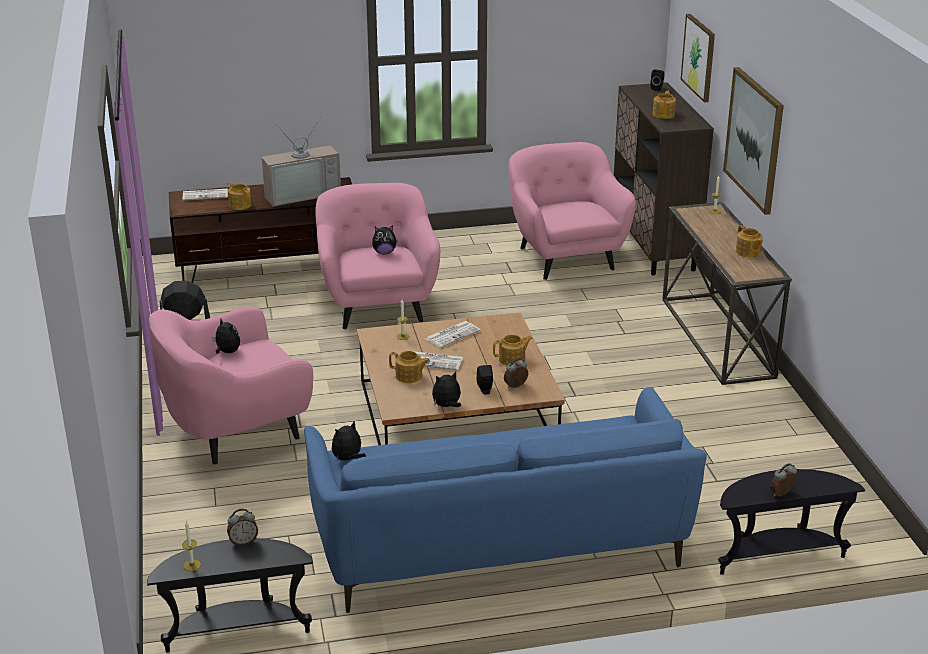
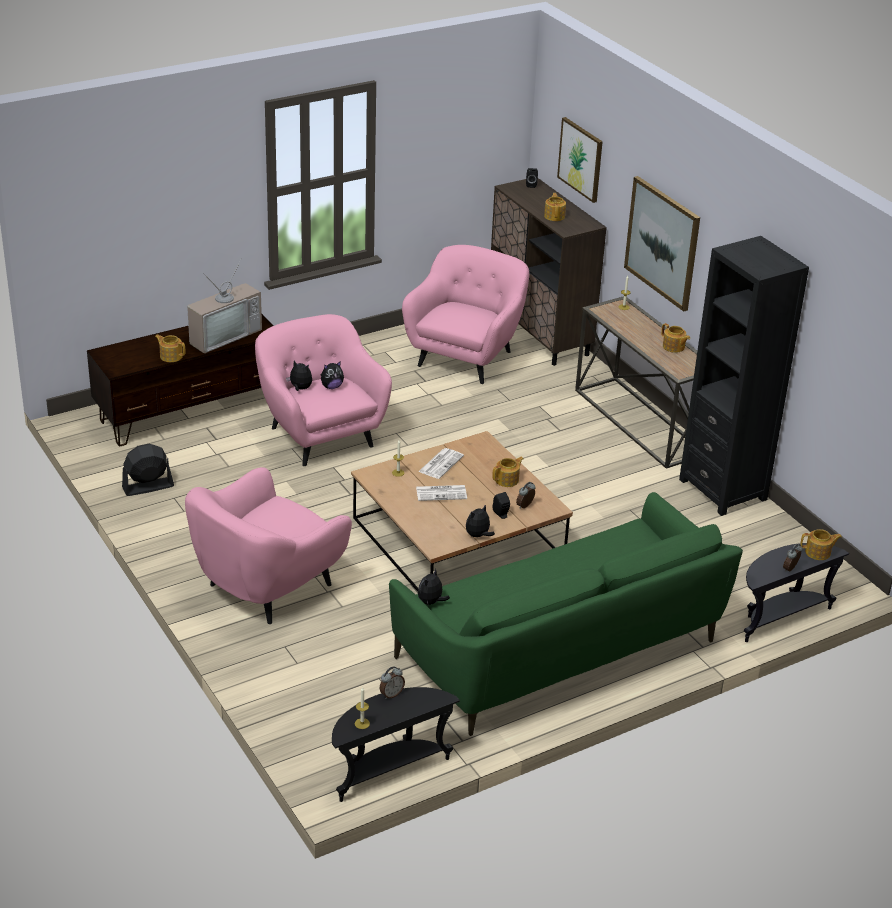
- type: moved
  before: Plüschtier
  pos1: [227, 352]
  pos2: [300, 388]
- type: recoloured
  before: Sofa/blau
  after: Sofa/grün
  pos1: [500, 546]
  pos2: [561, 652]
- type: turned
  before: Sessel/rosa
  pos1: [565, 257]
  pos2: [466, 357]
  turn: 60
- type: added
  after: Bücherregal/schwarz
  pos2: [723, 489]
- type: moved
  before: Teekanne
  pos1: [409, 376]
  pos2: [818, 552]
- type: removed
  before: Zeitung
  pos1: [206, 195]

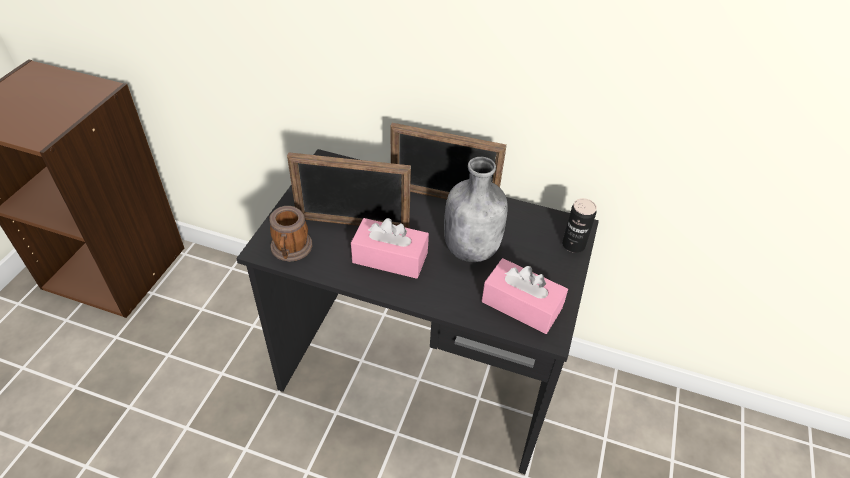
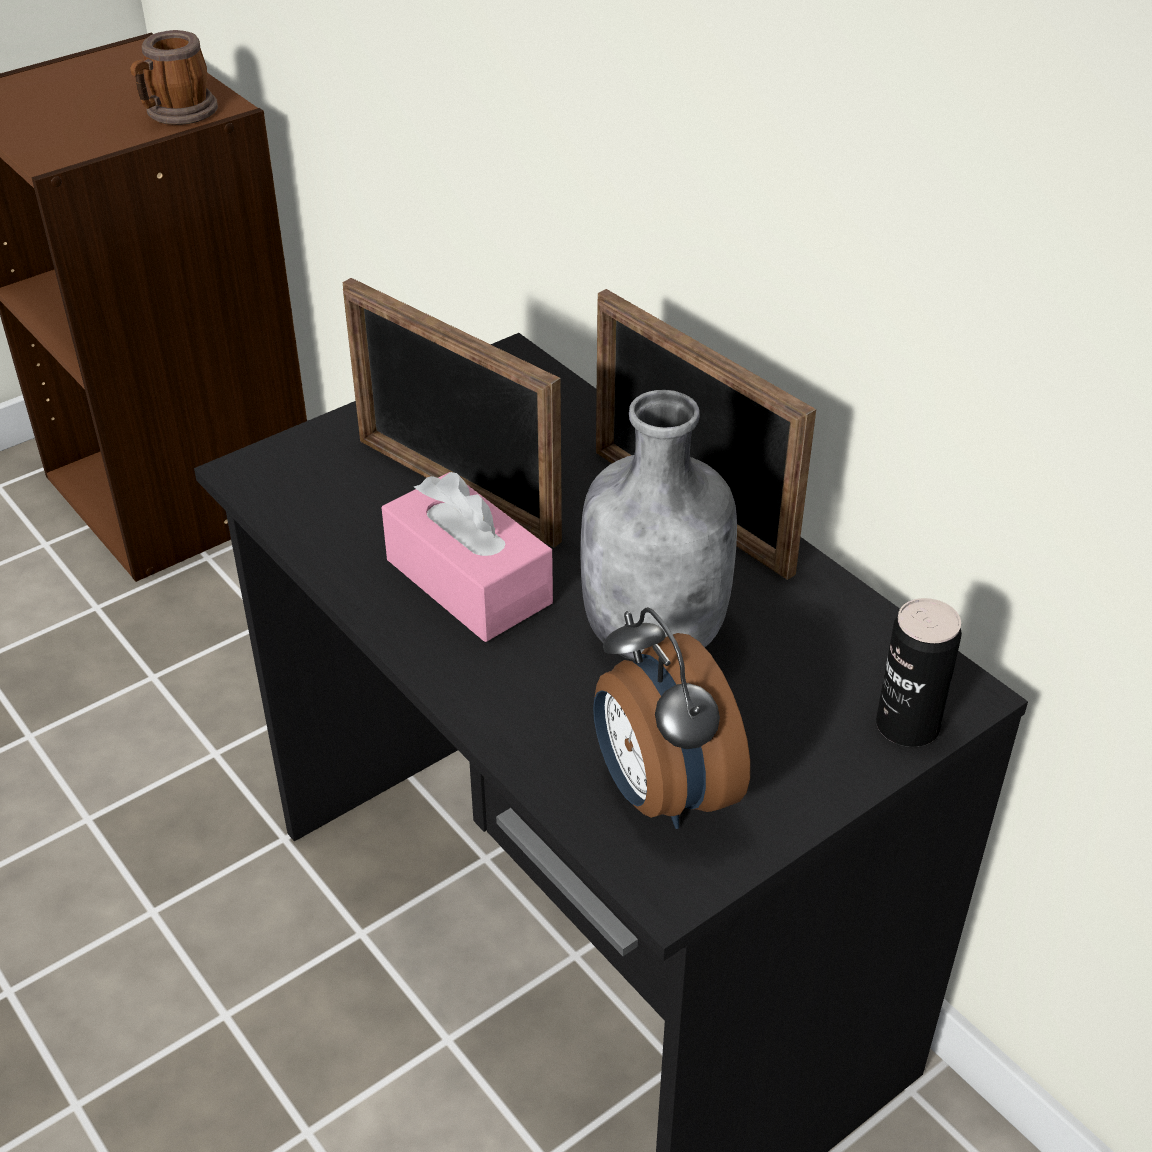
- type: moved
  before: Henkelbecher
  pos1: [291, 250]
  pos2: [176, 113]
- type: replaced
  before: Taschentuchbox/rosa
  after: Wecker
  pos1: [521, 305]
  pos2: [660, 793]

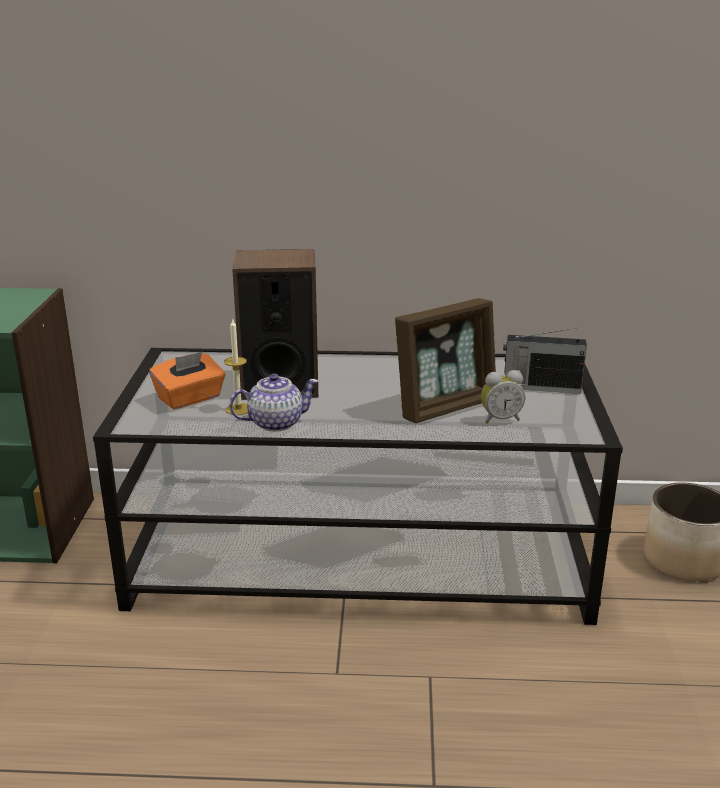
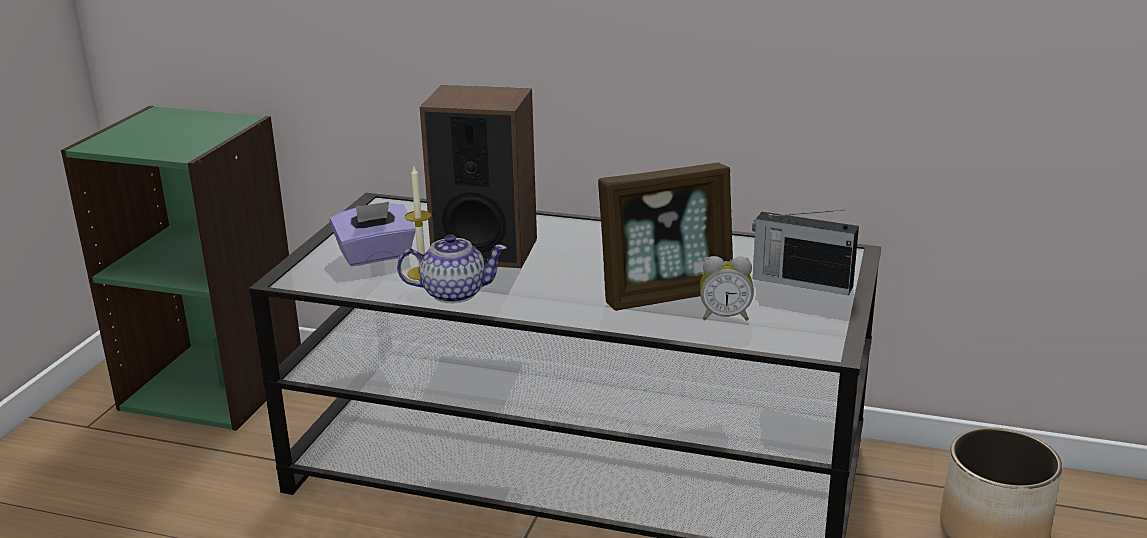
- type: recoloured
  before: Taschentuchbox/orange
  after: Taschentuchbox/lila
  pos1: [190, 398]
  pos2: [376, 255]

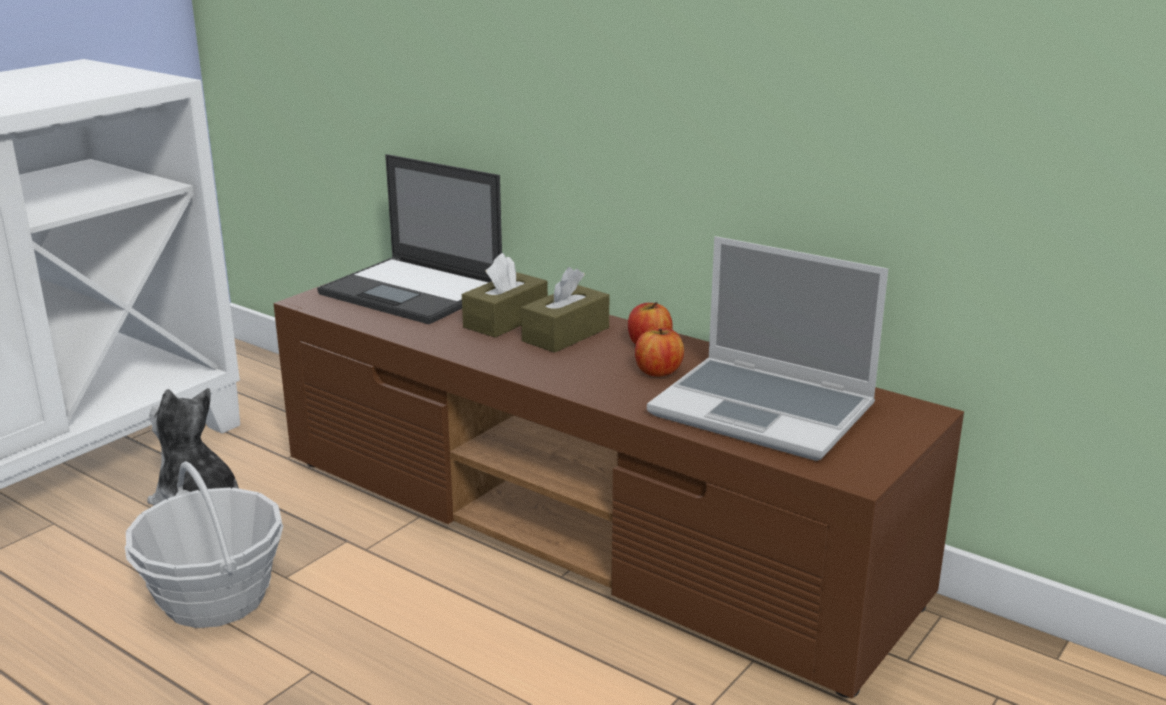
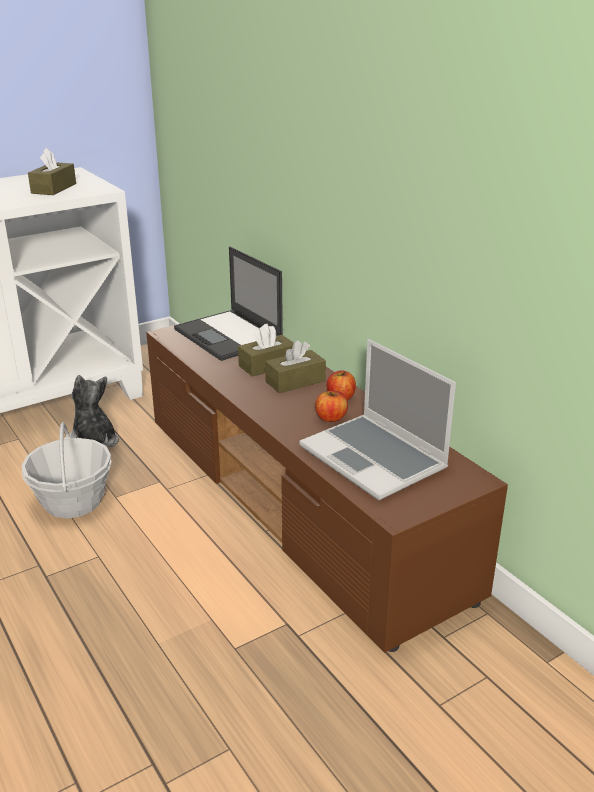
- type: added
  after: Taschentuchbox/braun
  pos2: [54, 188]

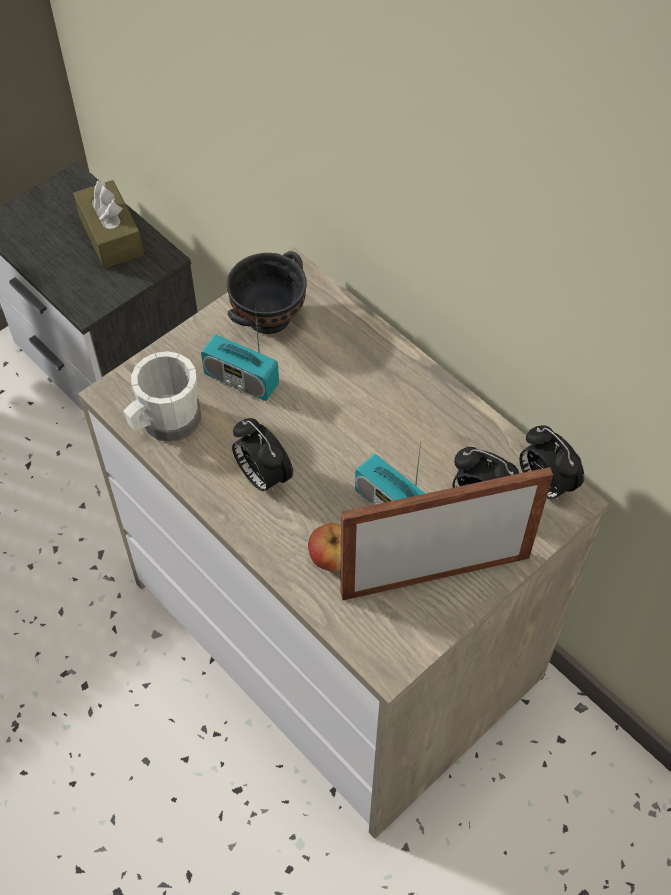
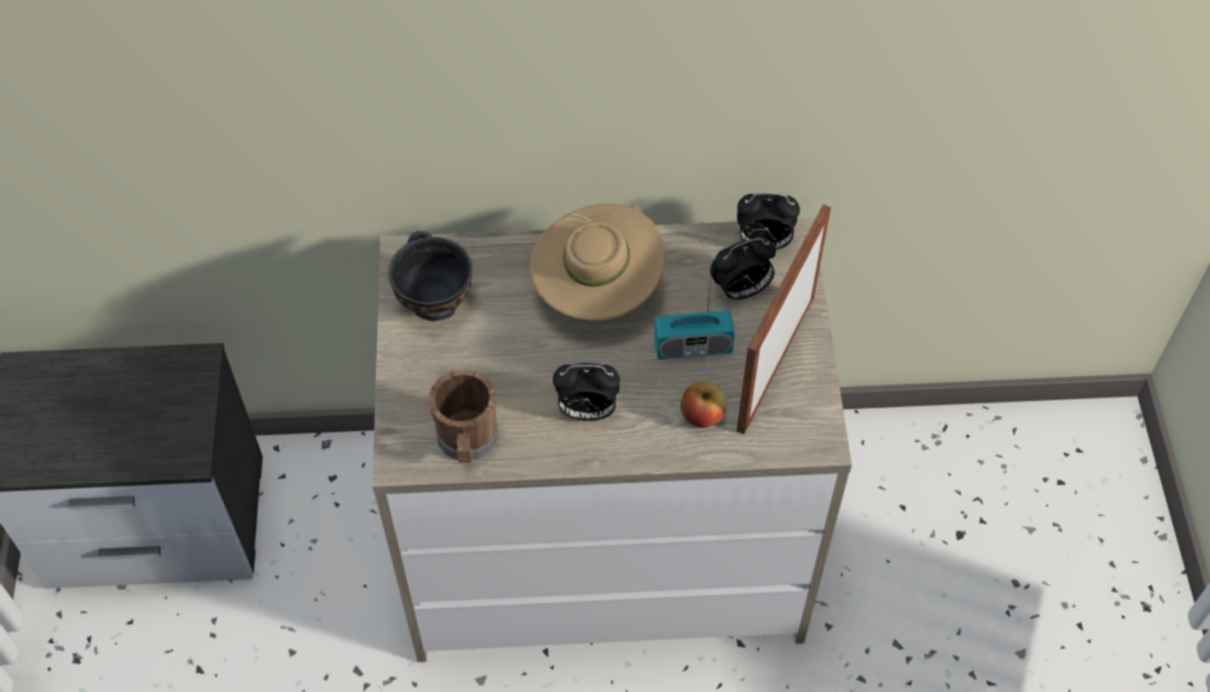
- type: recoloured
  before: Henkelbecher/weiß
  after: Henkelbecher/braun
  pos1: [165, 422]
  pos2: [467, 442]
- type: added
  after: Hut/beige
  pos2: [597, 292]
- type: removed
  before: Taschentuchbox/braun
  pos1: [111, 236]
- type: removed
  before: Radio
  pos1: [241, 380]

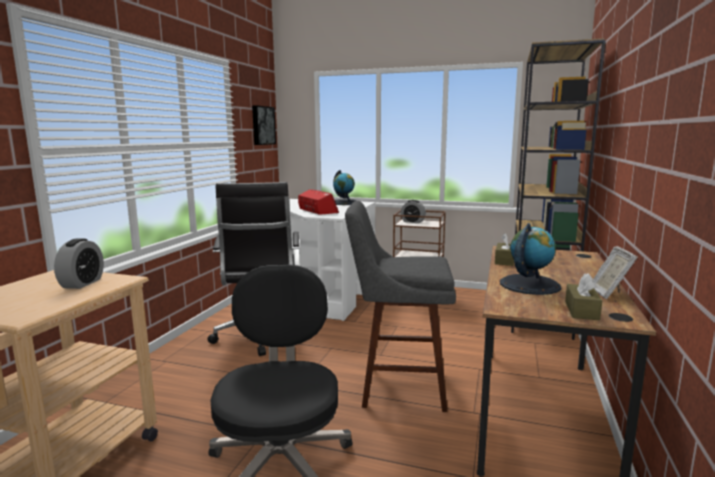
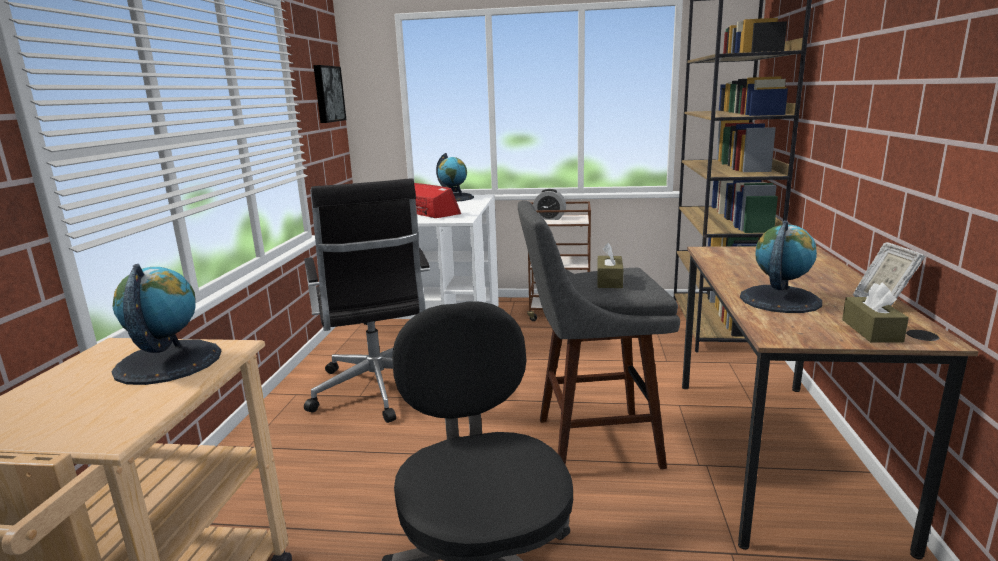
- type: replaced
  before: Wecker
  after: Globus
  pos1: [82, 283]
  pos2: [168, 362]
- type: moved
  before: Taschentuchbox/braun
  pos1: [504, 260]
  pos2: [609, 281]

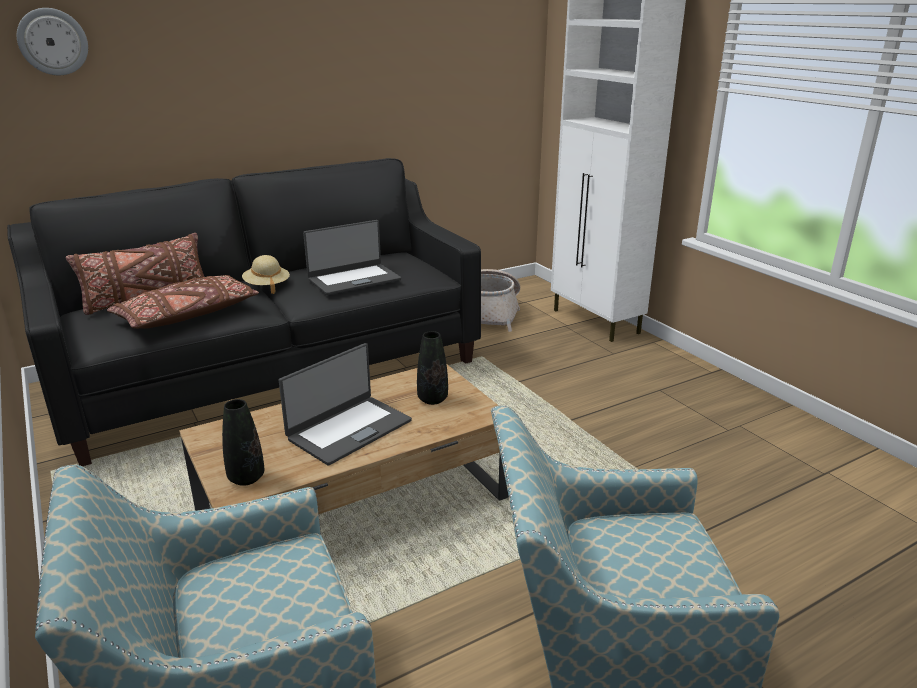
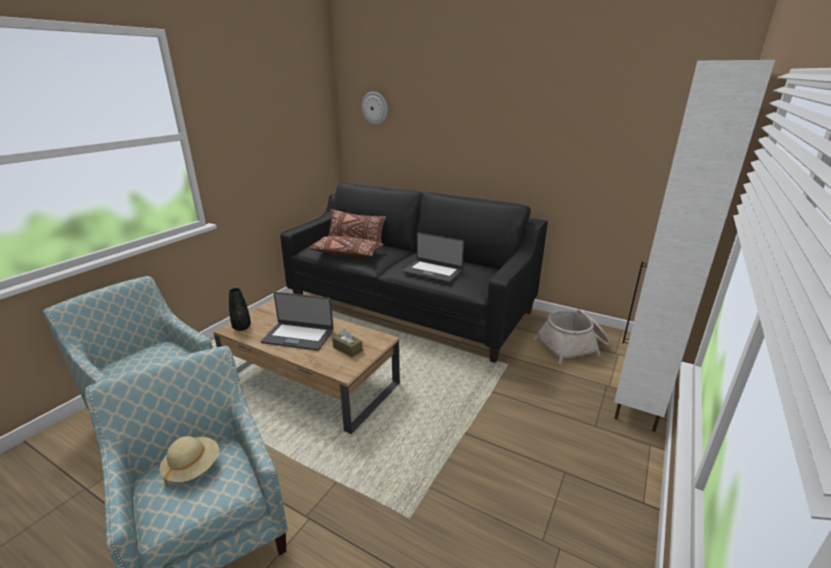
- type: moved
  before: Hut/beige
  pos1: [267, 286]
  pos2: [192, 468]
- type: replaced
  before: Vase/schwarz
  after: Taschentuchbox/braun
  pos1: [432, 399]
  pos2: [347, 349]

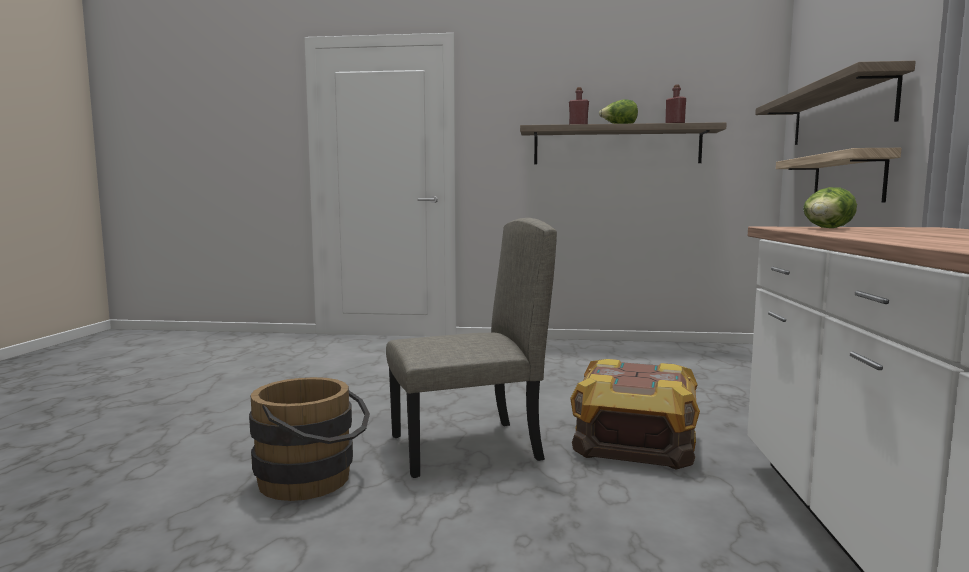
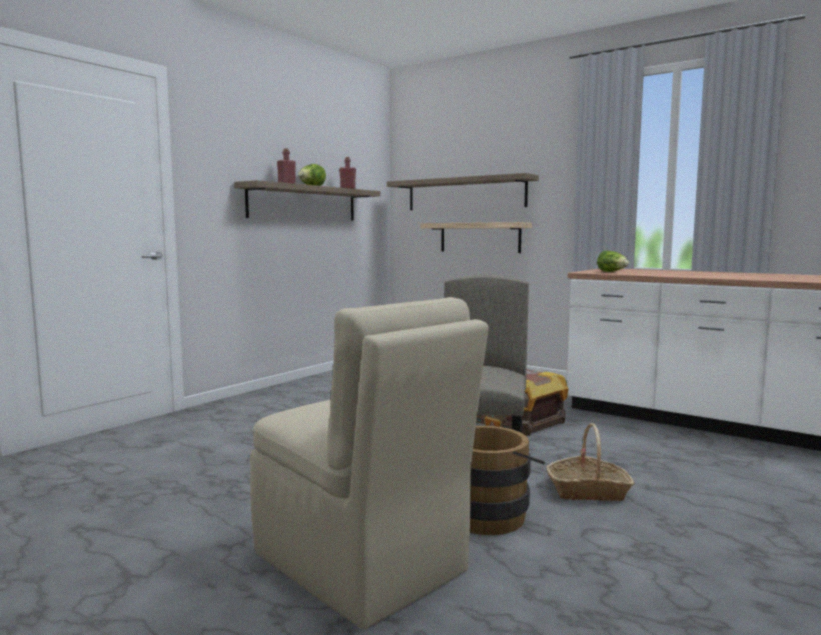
- type: added
  after: Stuhl/beige
  pos2: [362, 565]
- type: added
  after: Korb
  pos2: [588, 491]

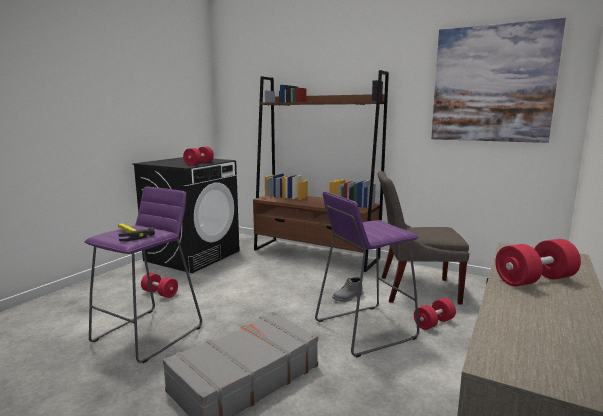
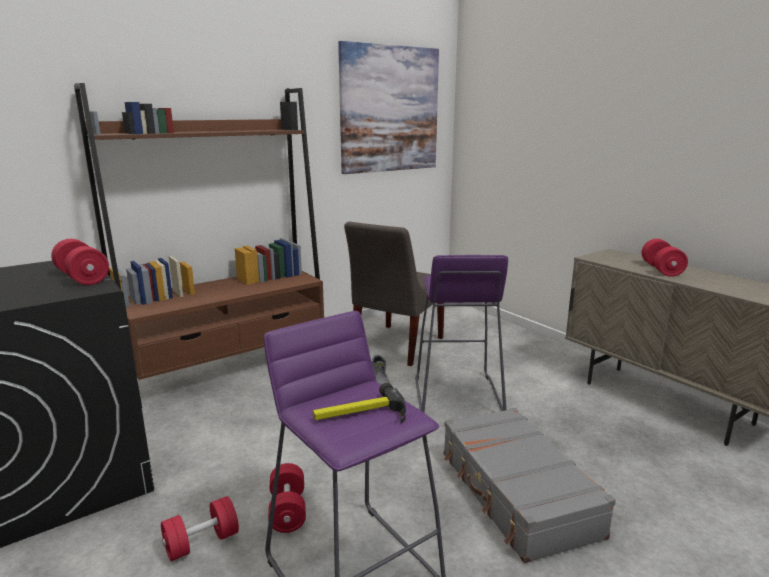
- type: moved
  before: Hantel/rot
  pos1: [434, 323]
  pos2: [288, 511]

